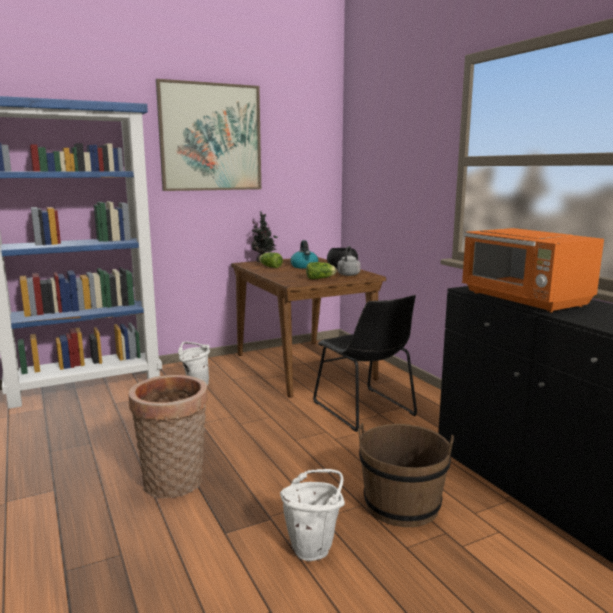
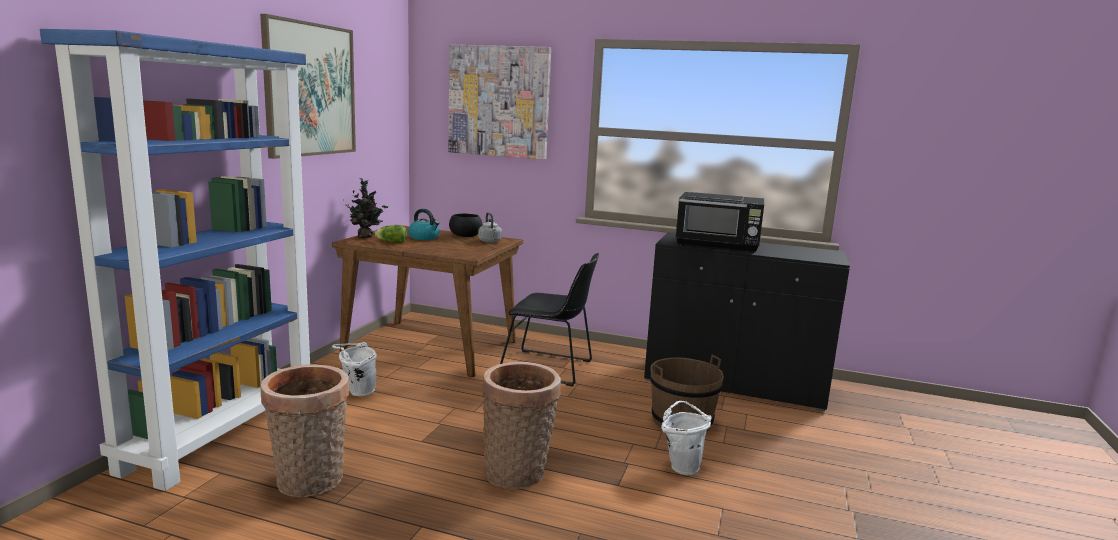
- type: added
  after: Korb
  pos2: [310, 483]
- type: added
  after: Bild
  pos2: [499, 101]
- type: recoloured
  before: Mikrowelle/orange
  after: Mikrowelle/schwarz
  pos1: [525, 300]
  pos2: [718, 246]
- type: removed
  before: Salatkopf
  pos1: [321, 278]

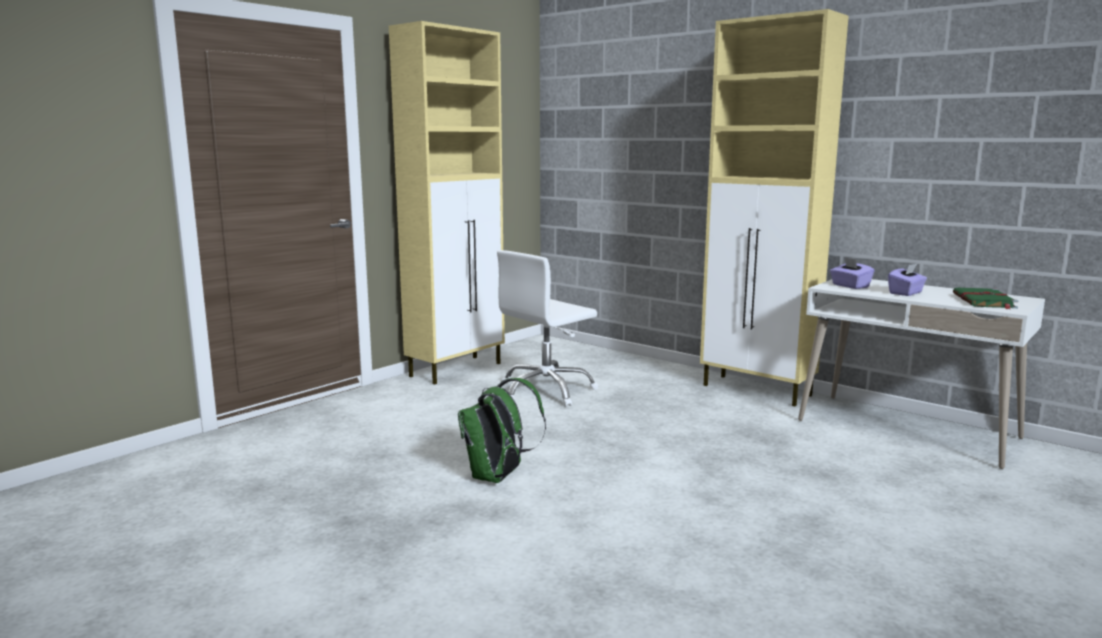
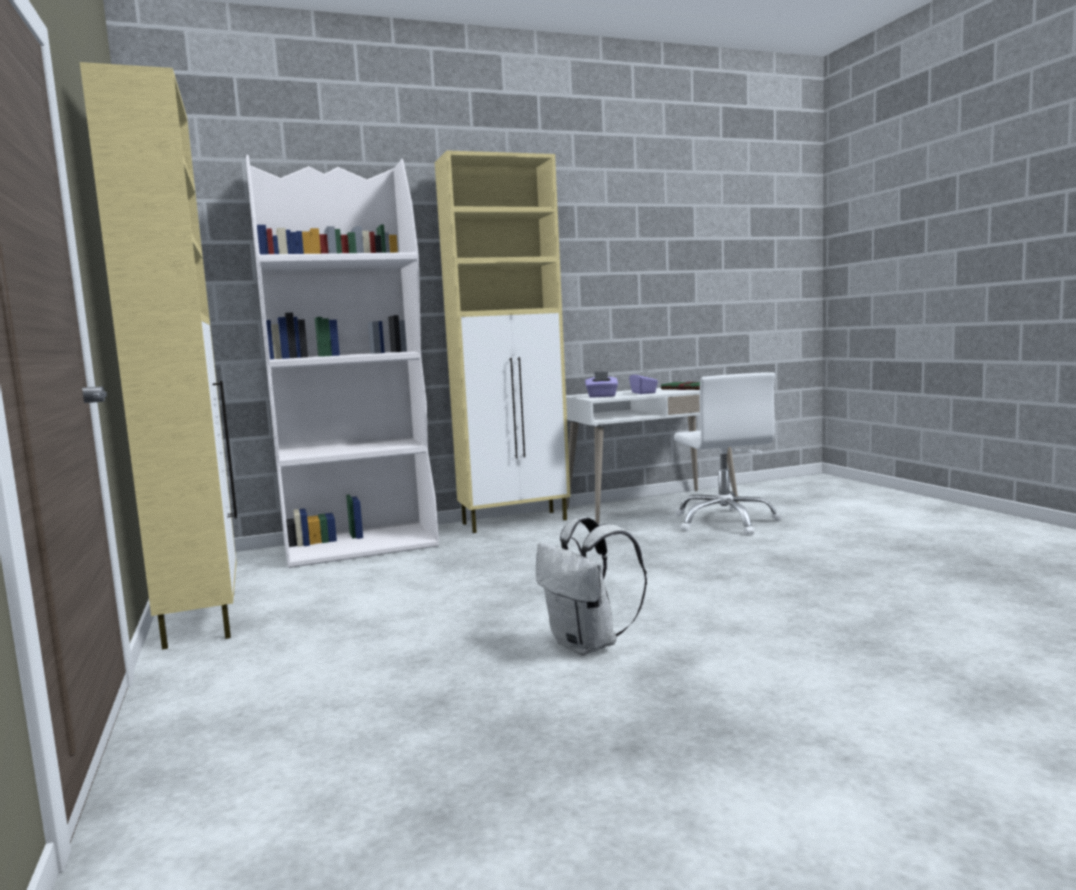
- type: added
  after: Bücherregal/weiß
  pos2: [361, 546]
- type: recoloured
  before: Rucksack/grün
  after: Rucksack/weiß
  pos1: [498, 477]
  pos2: [588, 645]
- type: moved
  before: Bürostuhl/weiß
  pos1: [546, 391]
  pos2: [725, 521]

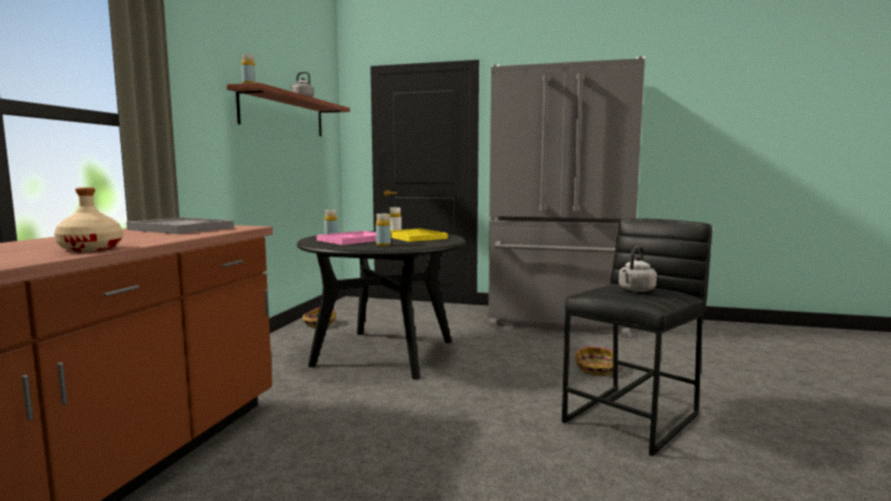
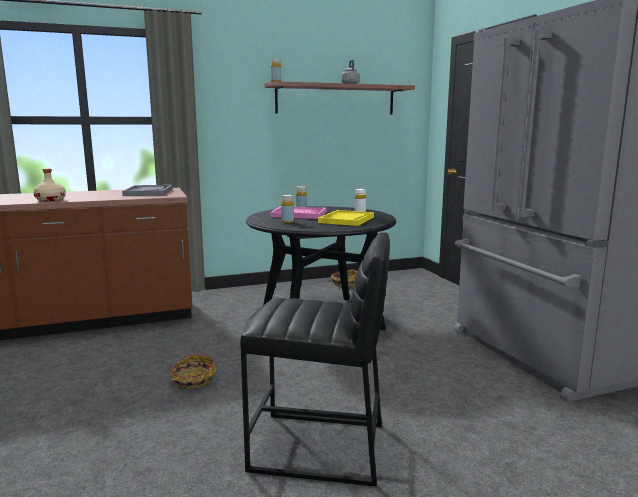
- type: moved
  before: Korb
  pos1: [597, 369]
  pos2: [193, 380]
- type: removed
  before: Wasserkessel/grau
  pos1: [635, 290]

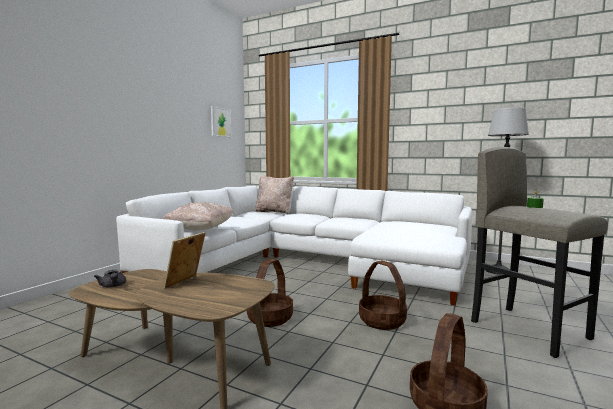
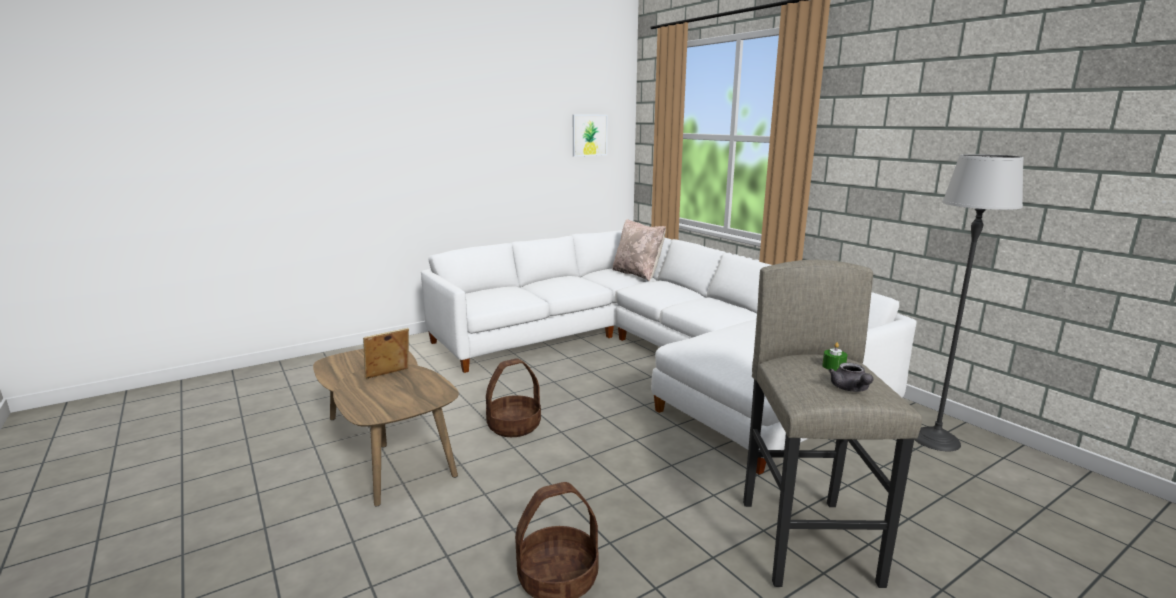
- type: moved
  before: Teekanne/grau
  pos1: [113, 286]
  pos2: [851, 389]
- type: removed
  before: Kissen/beige
  pos1: [201, 229]
- type: removed
  before: Korb
  pos1: [382, 321]

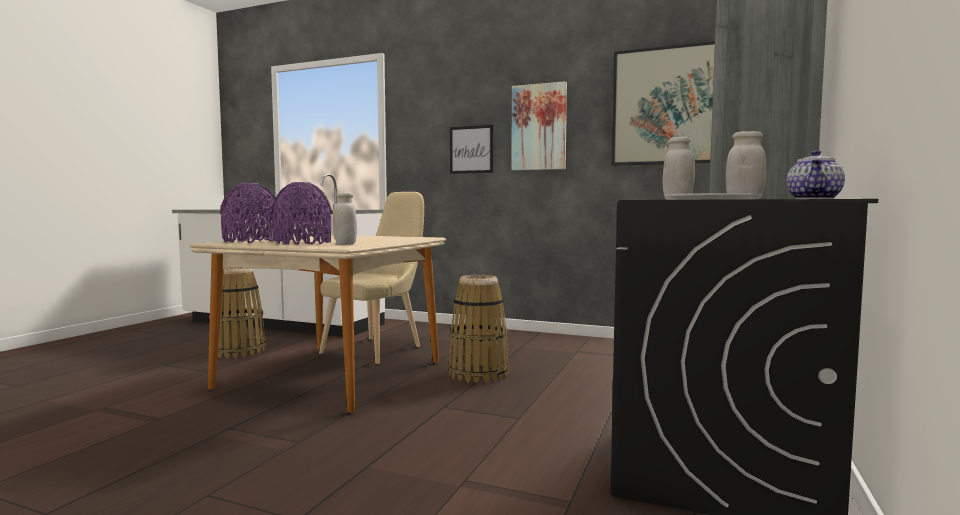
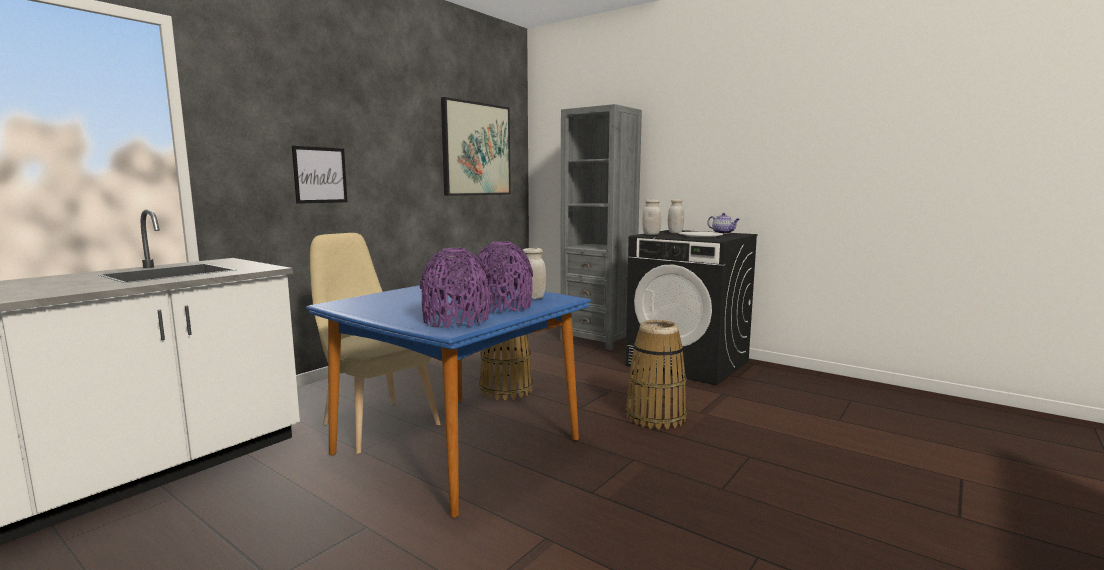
- type: recoloured
  before: Esstisch/beige
  after: Esstisch/blau
  pos1: [333, 374]
  pos2: [456, 446]
- type: moved
  before: Korb
  pos1: [238, 351]
  pos2: [655, 416]
- type: removed
  before: Bild
  pos1: [539, 127]

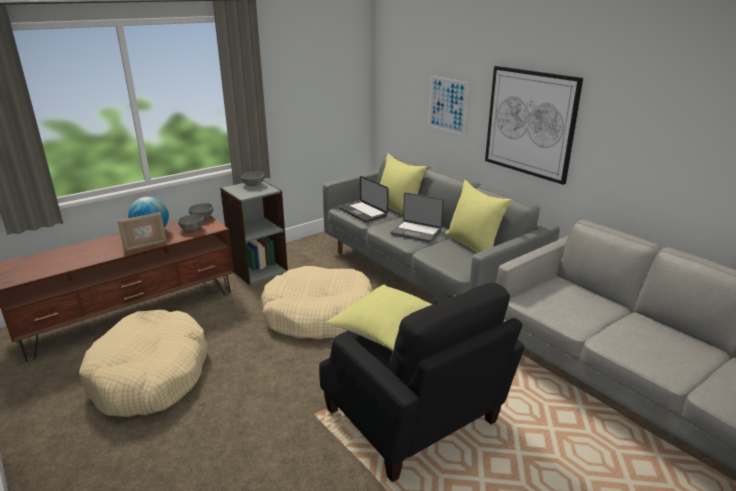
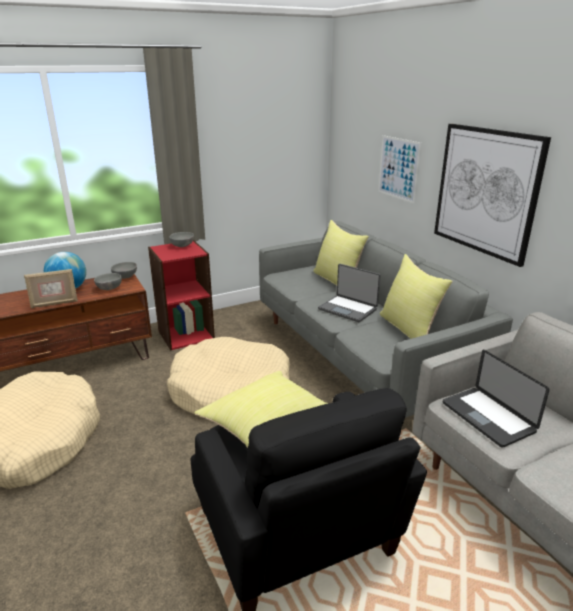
- type: recoloured
  before: Bücherregal/grau
  after: Bücherregal/rot
  pos1: [258, 270]
  pos2: [186, 335]
- type: moved
  before: Laptop
  pos1: [363, 212]
  pos2: [487, 417]

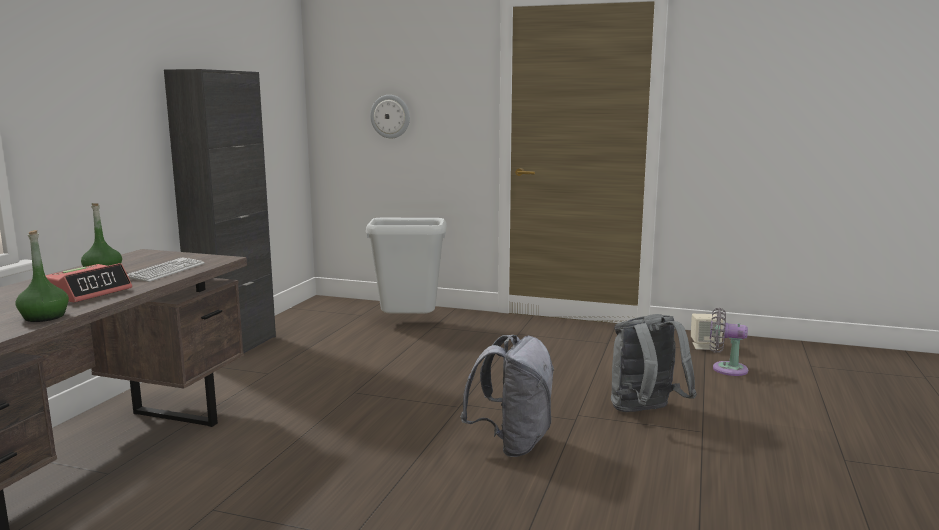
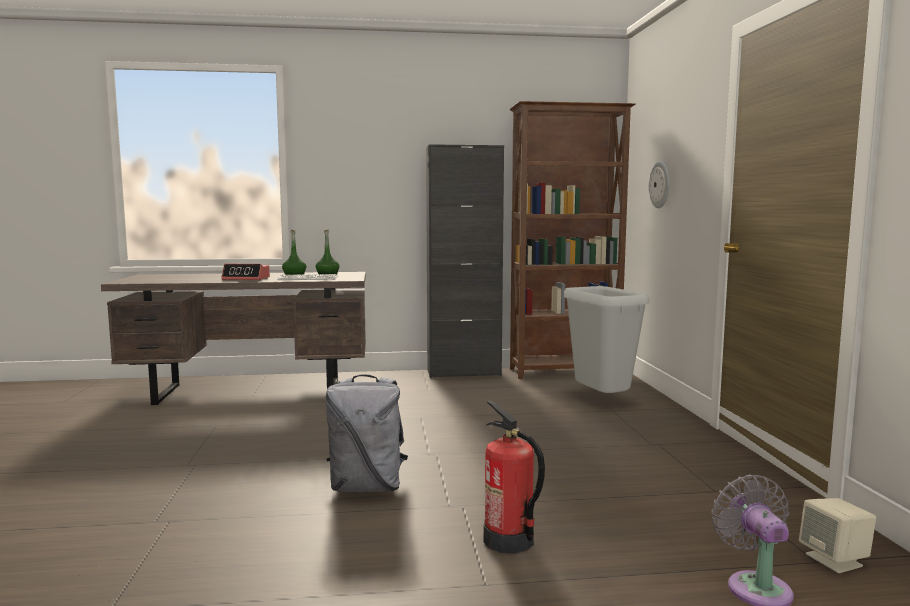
- type: moved
  before: Flasche/grün
  pos1: [44, 317]
  pos2: [327, 274]
- type: replaced
  before: Rucksack/grau
  after: Feuerlöscher
  pos1: [645, 412]
  pos2: [509, 541]
- type: added
  after: Bücherregal/braun
  pos2: [565, 372]

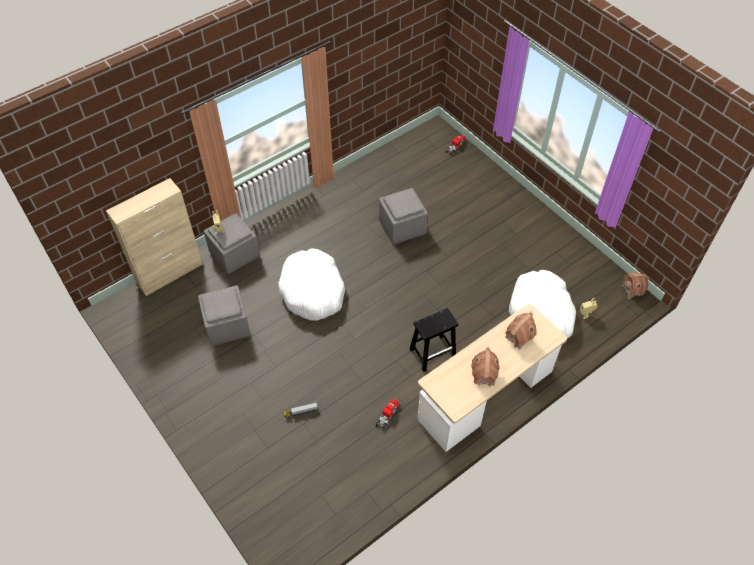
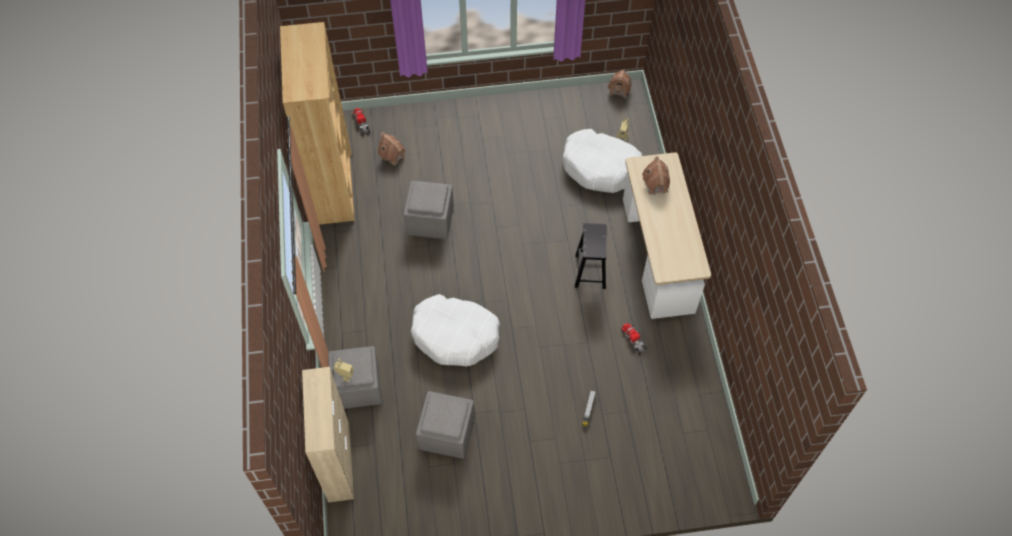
- type: added
  after: Bücherregal/braun
  pos2: [334, 186]
- type: moved
  before: Spielzeughaus
  pos1: [484, 375]
  pos2: [393, 156]

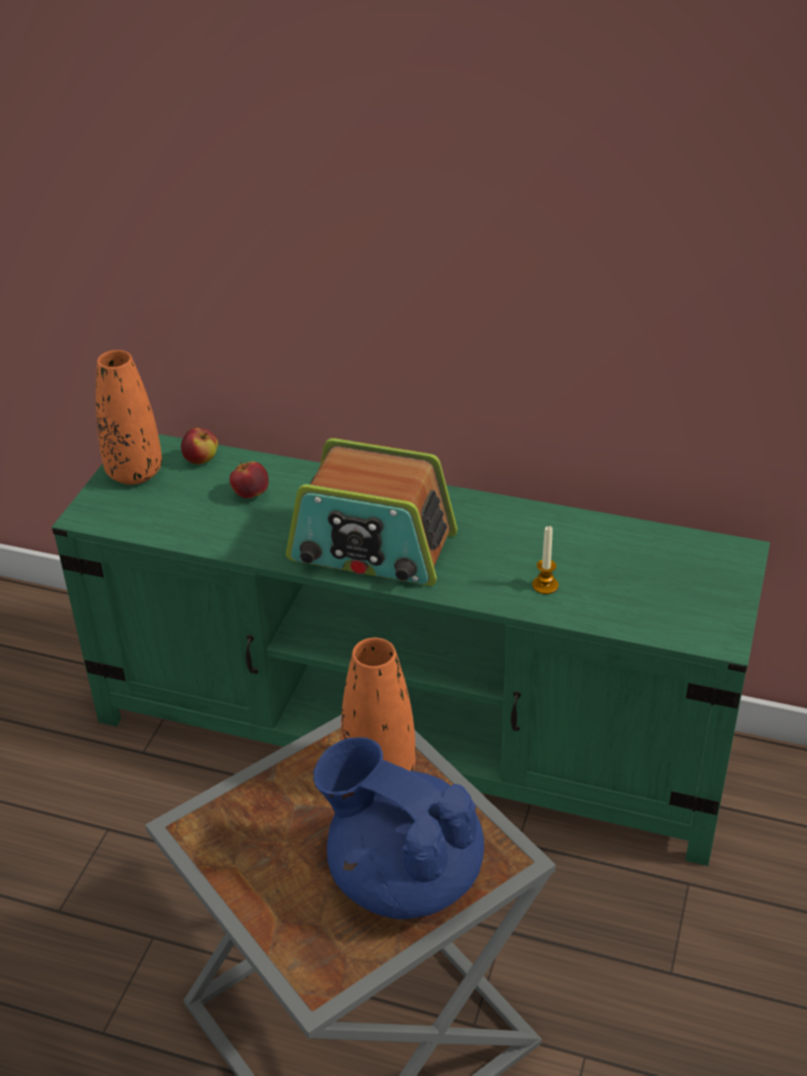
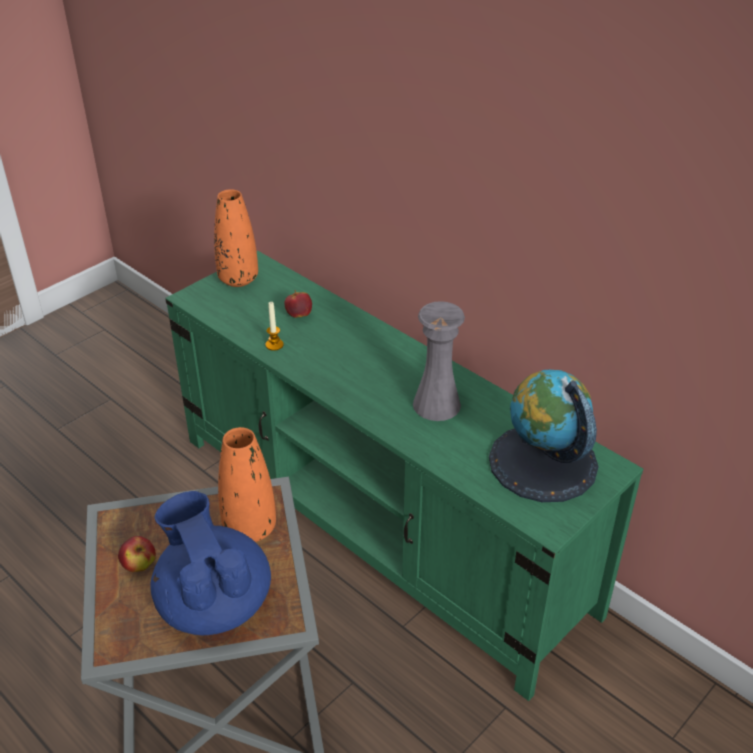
- type: moved
  before: Apfel
  pos1: [201, 460]
  pos2: [139, 566]
- type: moved
  before: Kerze
  pos1: [545, 585]
  pos2: [274, 345]
- type: added
  after: Vase/grau
  pos2: [436, 404]
- type: added
  after: Globus
  pos2: [542, 463]
- type: removed
  before: Radio
  pos1: [372, 548]

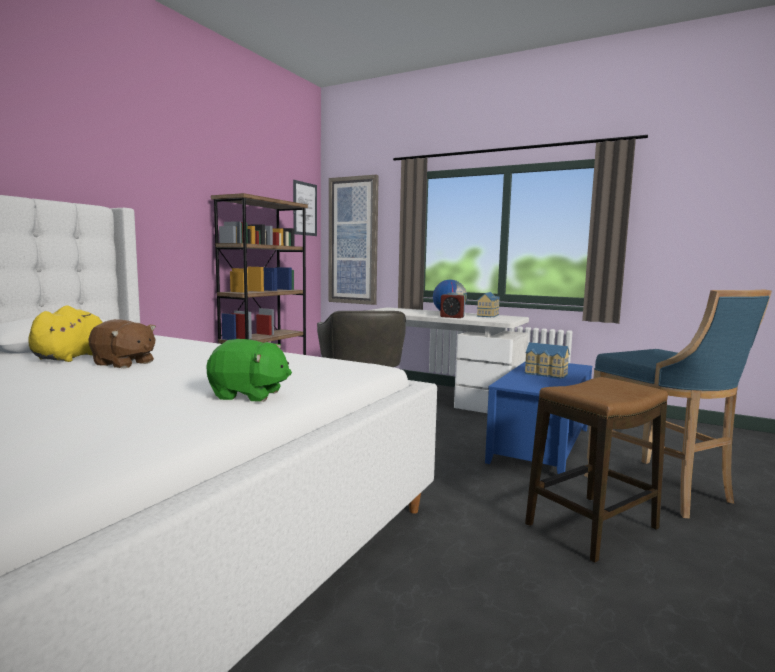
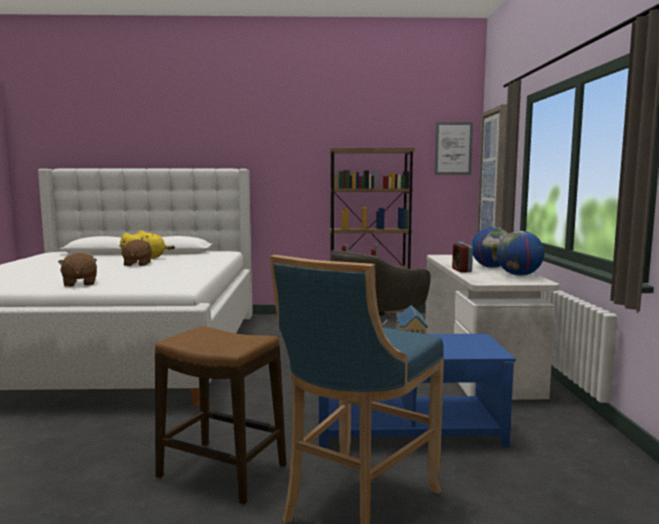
- type: recoloured
  before: Plüschtier/grün
  after: Plüschtier/braun
  pos1: [249, 395]
  pos2: [79, 283]
- type: replaced
  before: Spielzeughaus
  after: Globus
  pos1: [488, 315]
  pos2: [518, 275]

